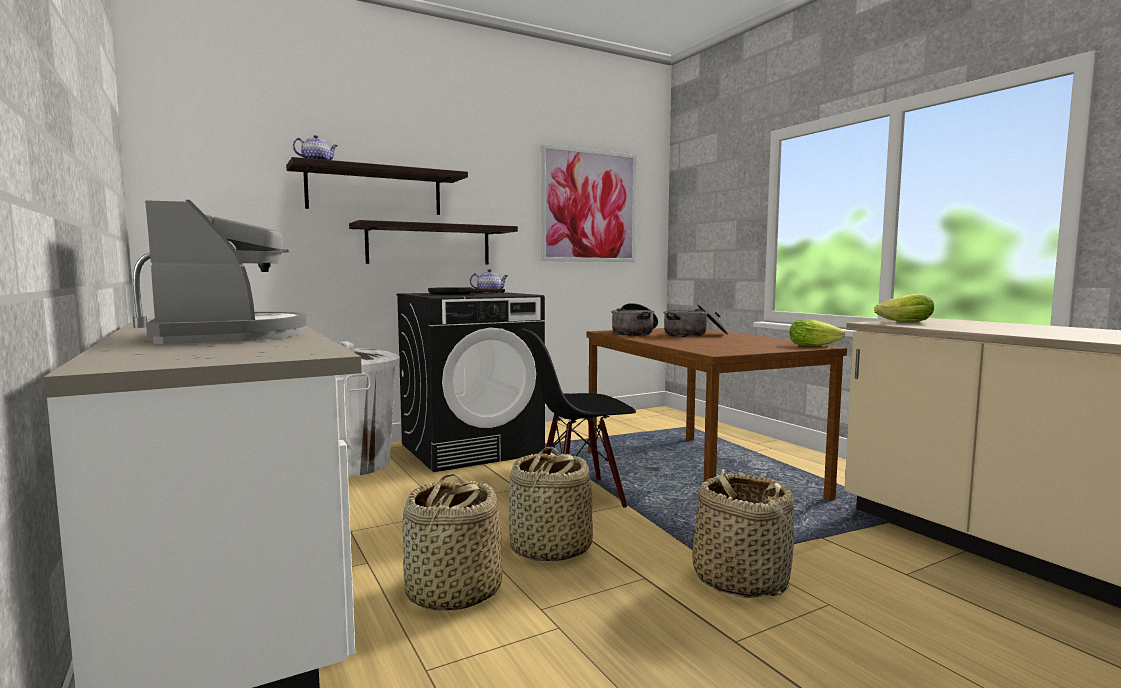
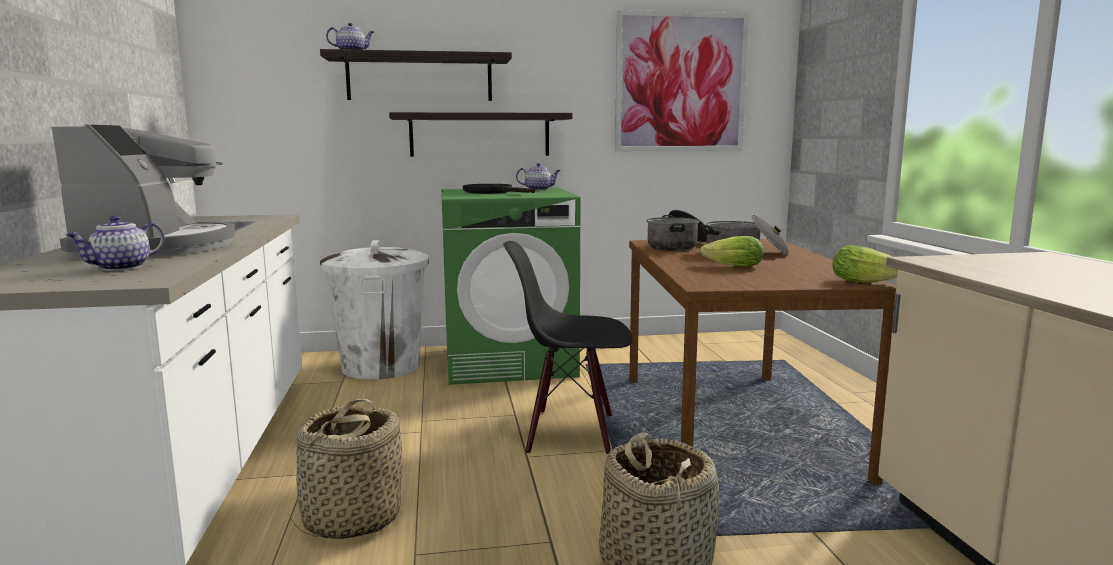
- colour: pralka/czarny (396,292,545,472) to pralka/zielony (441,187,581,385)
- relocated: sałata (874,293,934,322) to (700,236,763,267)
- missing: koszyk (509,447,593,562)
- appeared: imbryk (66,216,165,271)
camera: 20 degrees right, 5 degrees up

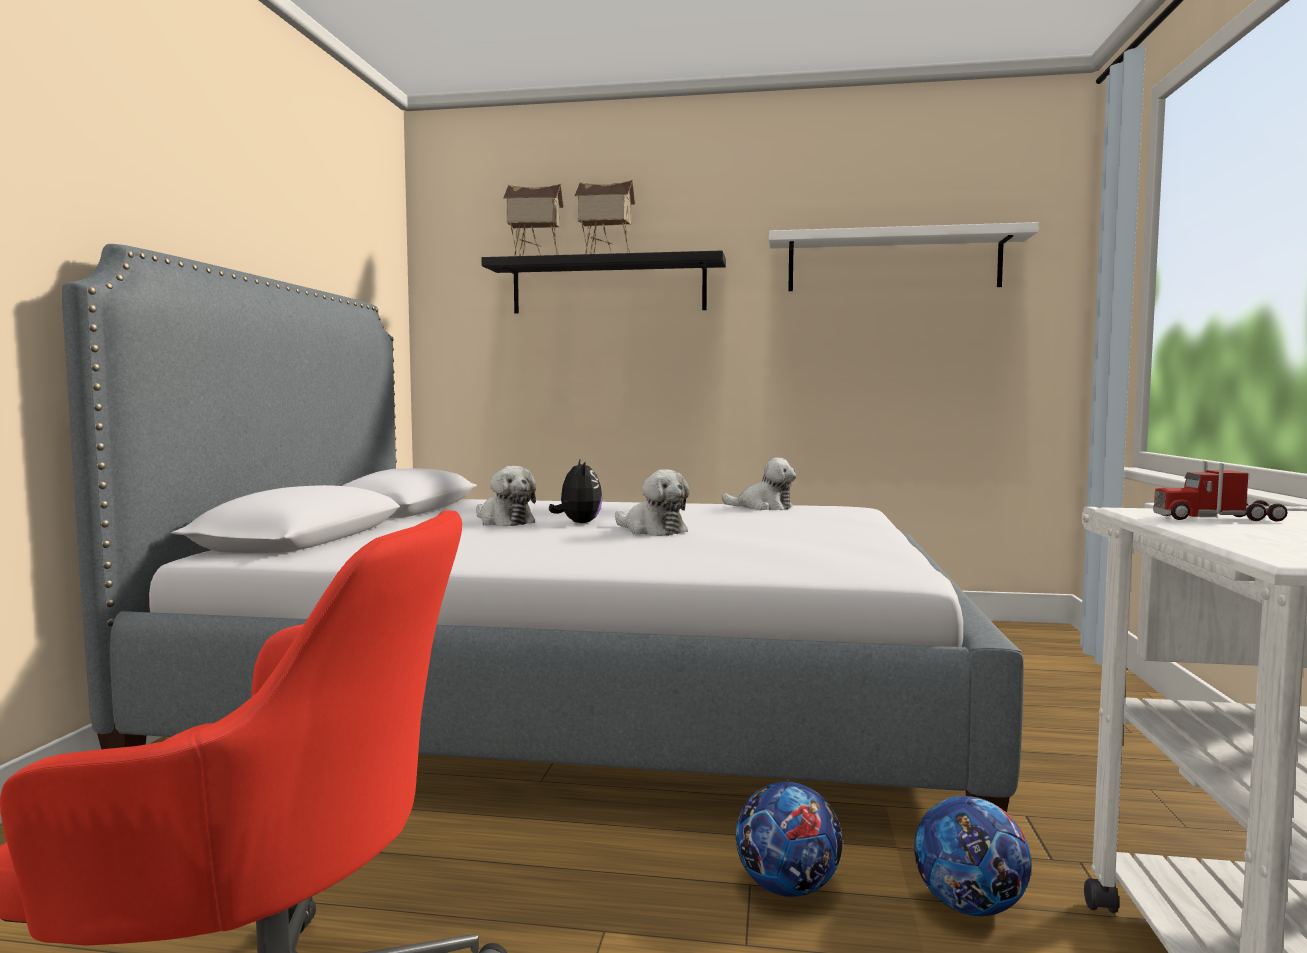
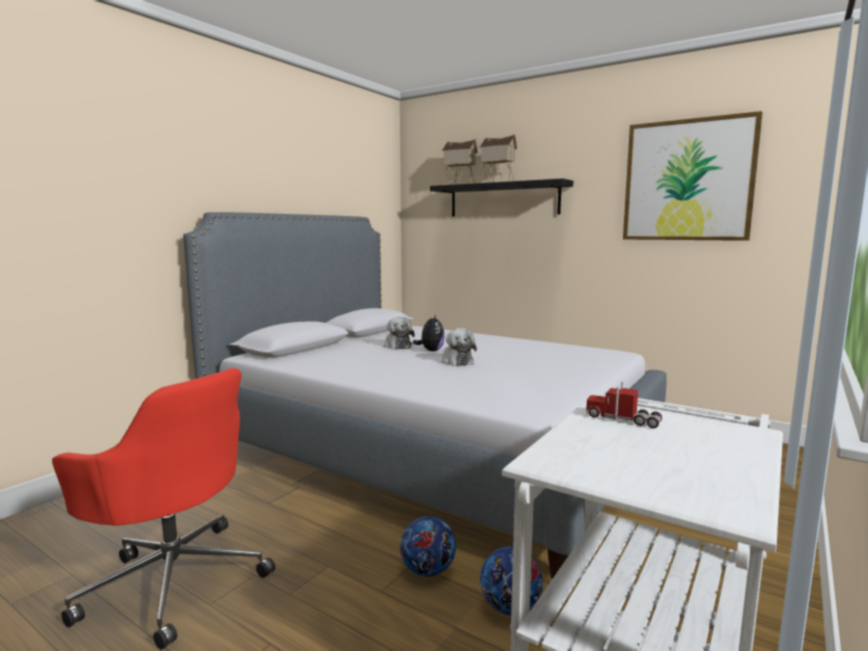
- exchanged: półka/biały (769,222,1039,291) to obraz (623,111,763,241)
- missing: pluszak (722,458,796,510)
camera: 25 degrees right, 5 degrees up

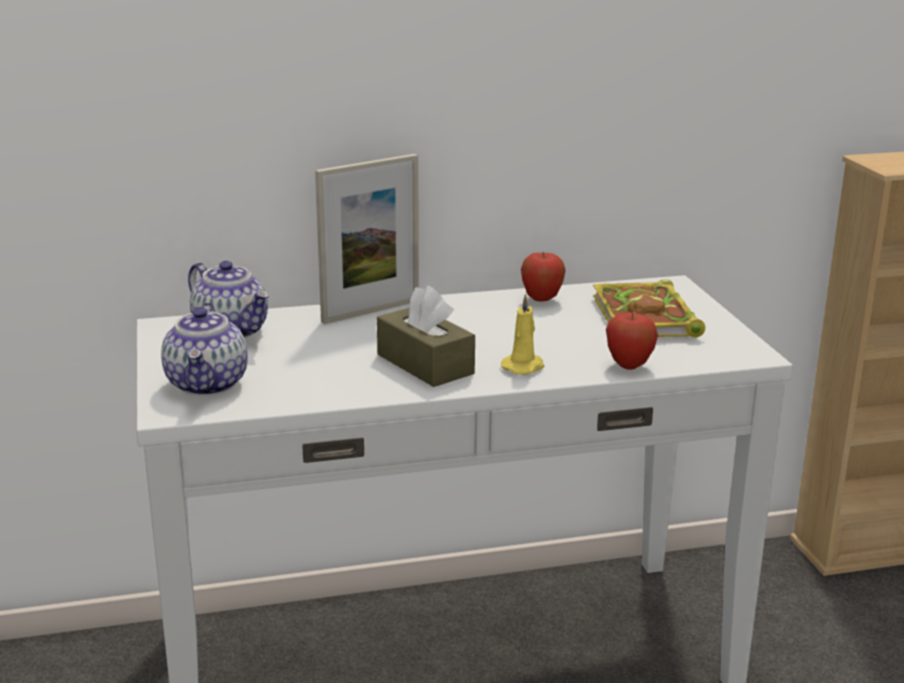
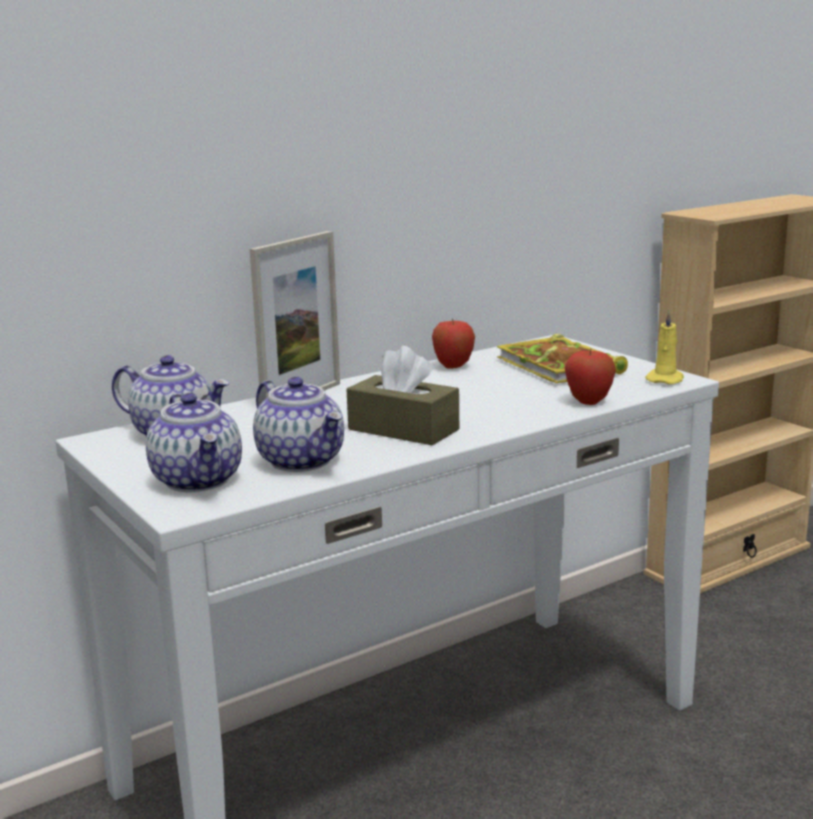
- relocated: świeca/żółty (501,294,544,375) to (645,310,684,384)
- appeared: imbryk (253,377,344,472)
camera: 20 degrees left, 5 degrees down

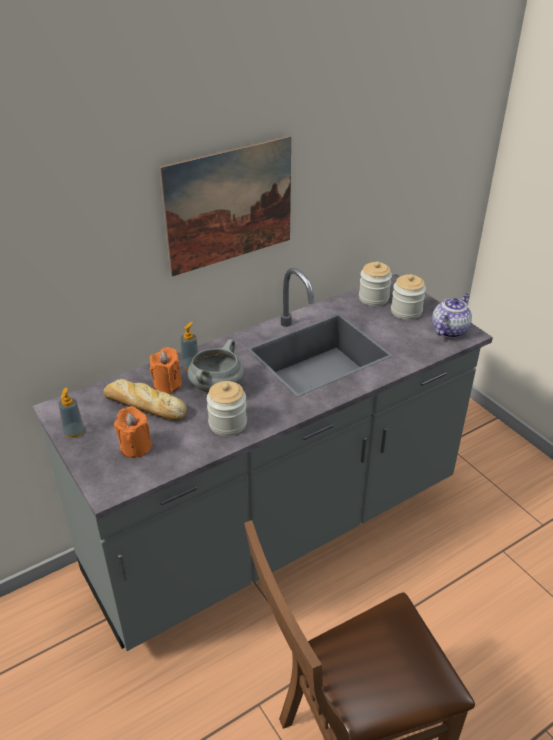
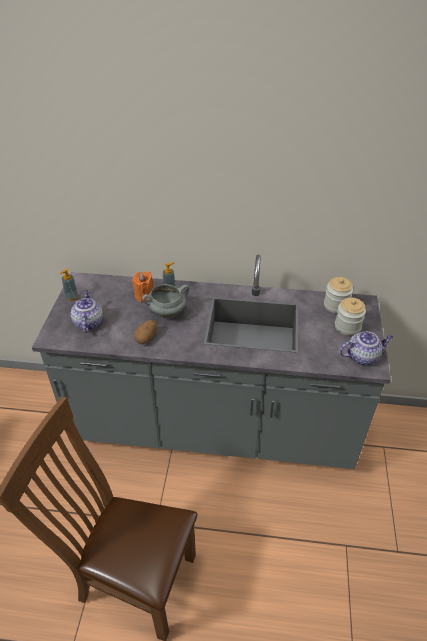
- missing: obraz (159,136,291,277)
- missing: chleb (103,379,187,421)
- exchanged: słoik (207,381,247,436) to ziemniak (134,320,157,345)
- exchanged: świeca/pomarańczowy (114,406,152,458) to imbryk (71,290,103,333)
camera: 40 degrees right, 5 degrees up

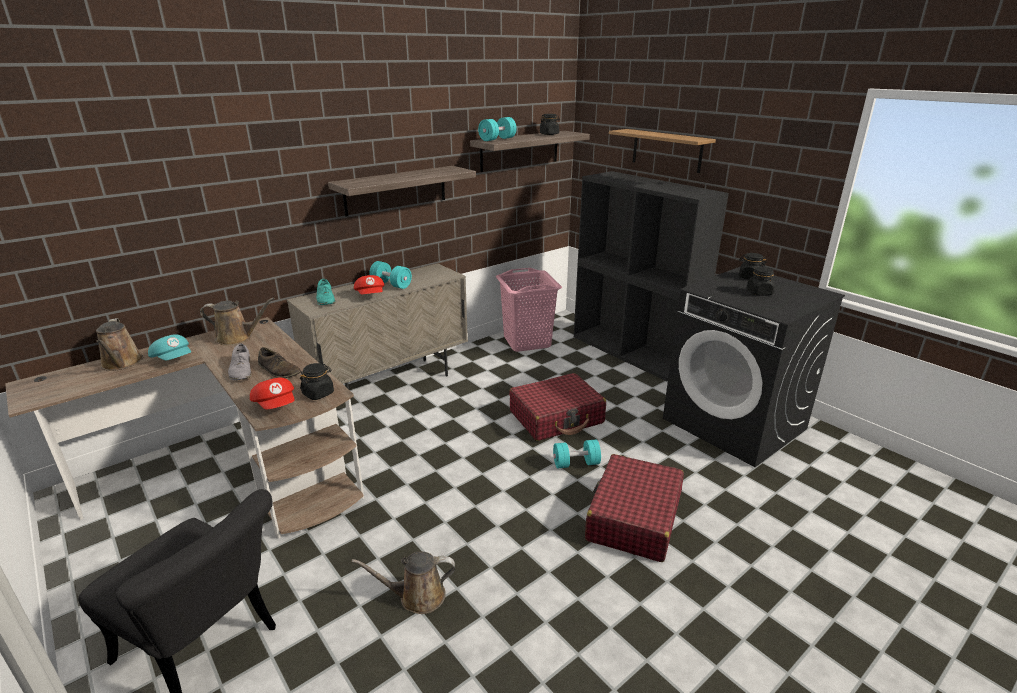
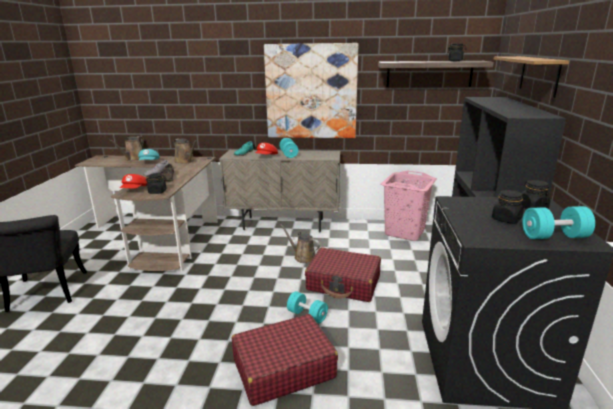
- relocated: hantel/turkusowy (478,117,517,141) to (522,206,595,239)
- exchanged: półka (328,166,476,217) to obraz (264,43,358,138)
- relocated: konewka/brązowy (352,552,455,614) to (280,224,320,263)
camera: 45 degrees right, 5 degrees down

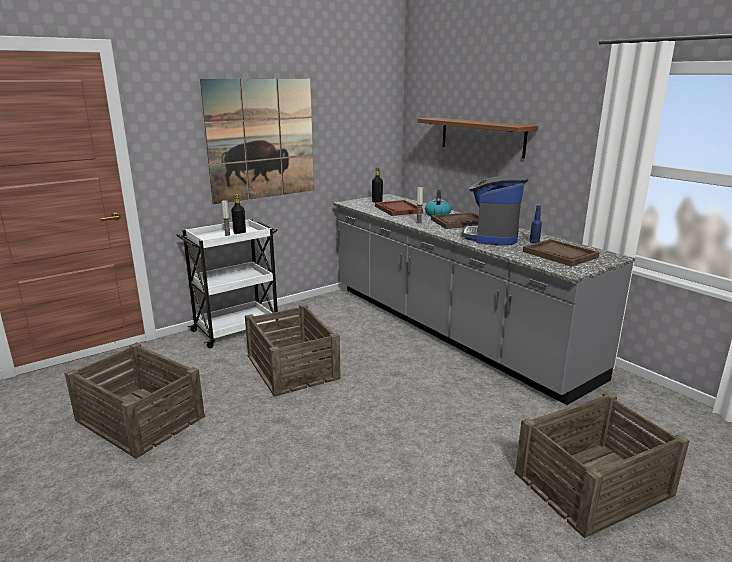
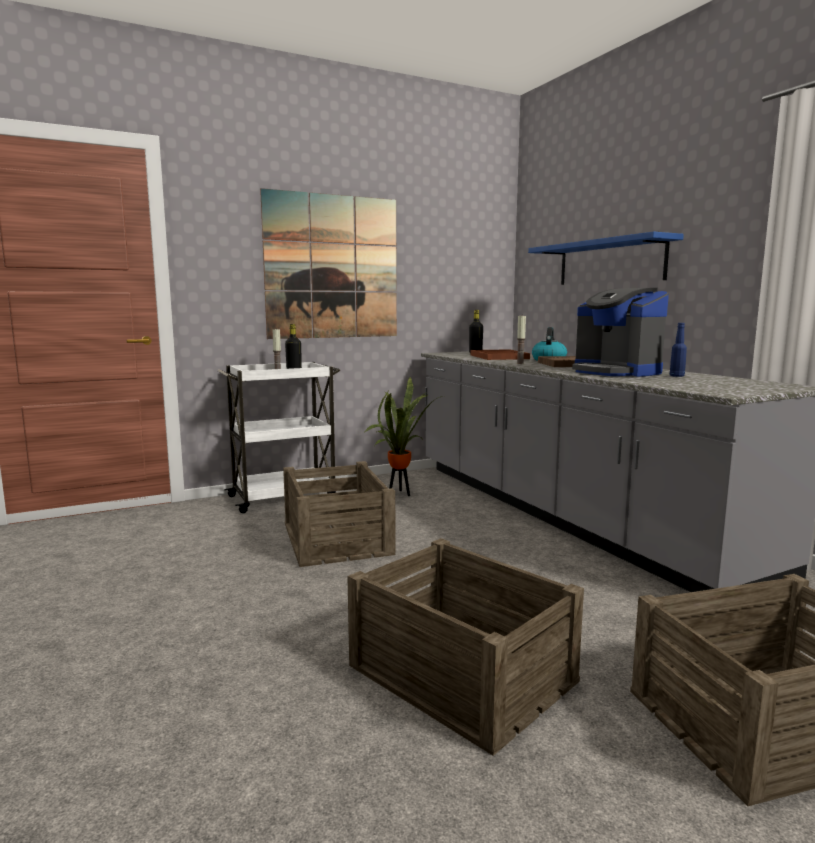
- colour: półka/brązowy (418,117,538,158) to półka/niebieski (528,232,684,285)
- spun: ekspres do kawy (462,175,528,245) = (572,288,669,377) 60 degrees counterclockwise
- missing: taca/brązowy (523,239,600,267)
- relocated: skrzynka (64,342,205,459) to (347,538,584,756)
- appeared: roślina doniczkowa (365,378,443,496)
camera: 10 degrees right, 10 degrees down

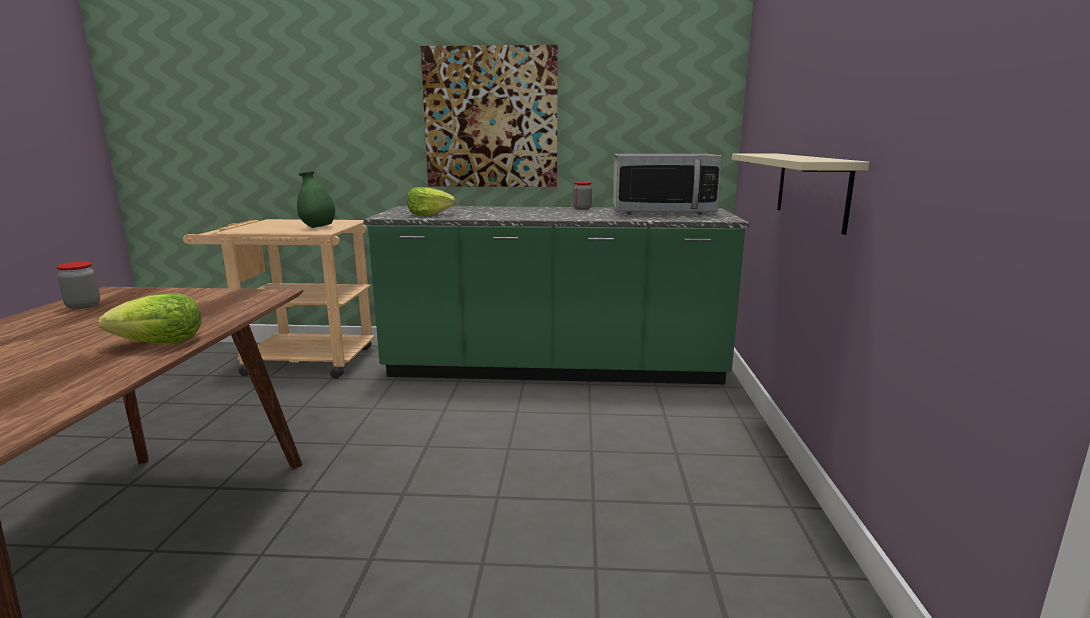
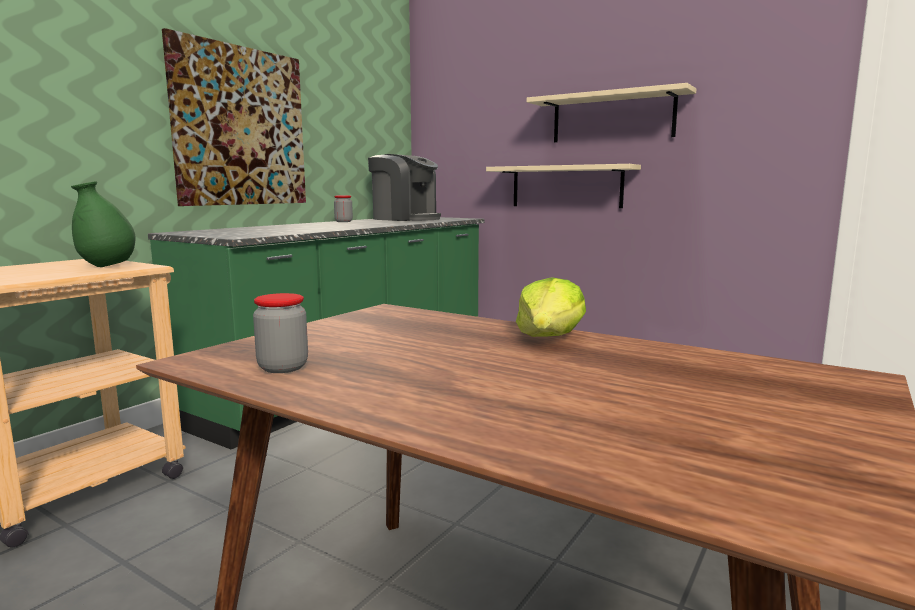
- exchanged: mikrofalówka (613,154,722,215) to ekspres do kawy (368,154,441,221)
- missing: sałata (407,187,455,216)
- appeared: półka/beżowy (526,83,696,143)
camera: 60 degrees left, 5 degrees down

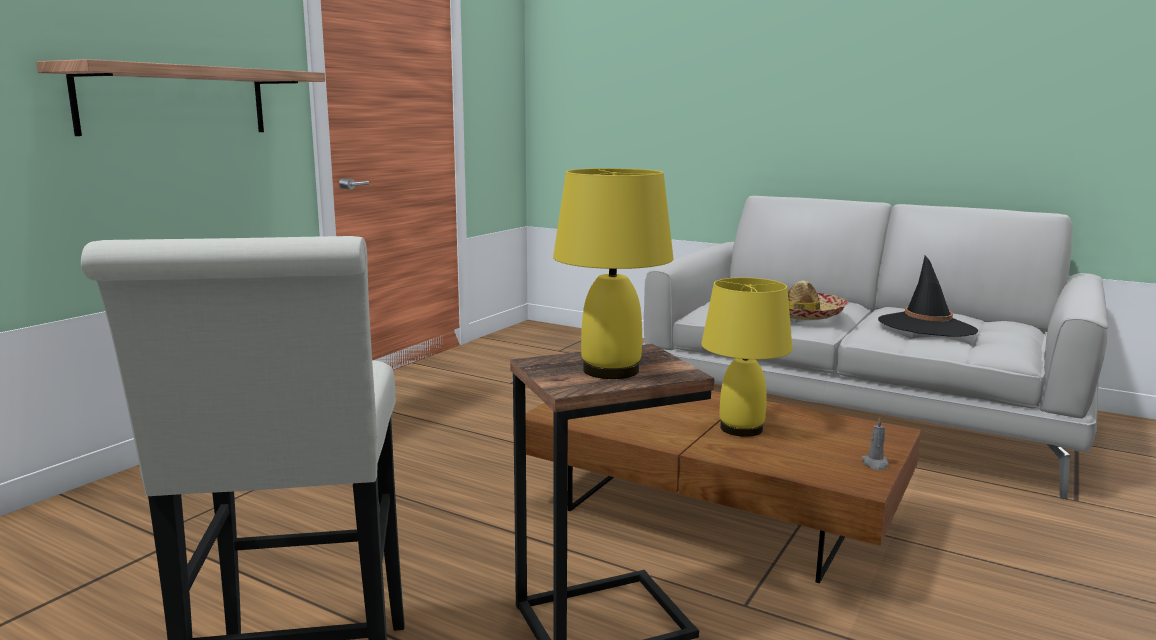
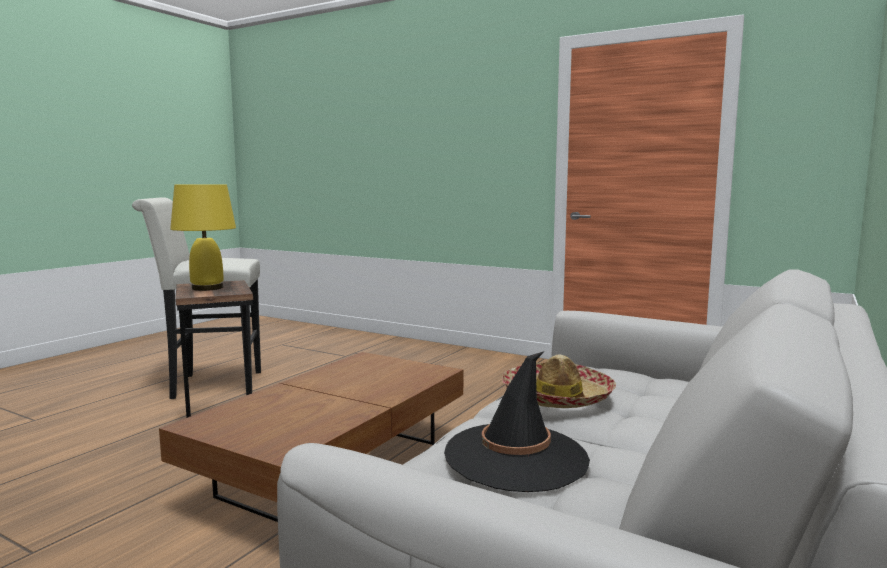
- missing: półka (36,59,325,136)
- missing: lampa stołowa/żółty (701,277,793,437)
- missing: świeca/szary (861,417,889,470)
camera: 90 degrees right, 5 degrees down

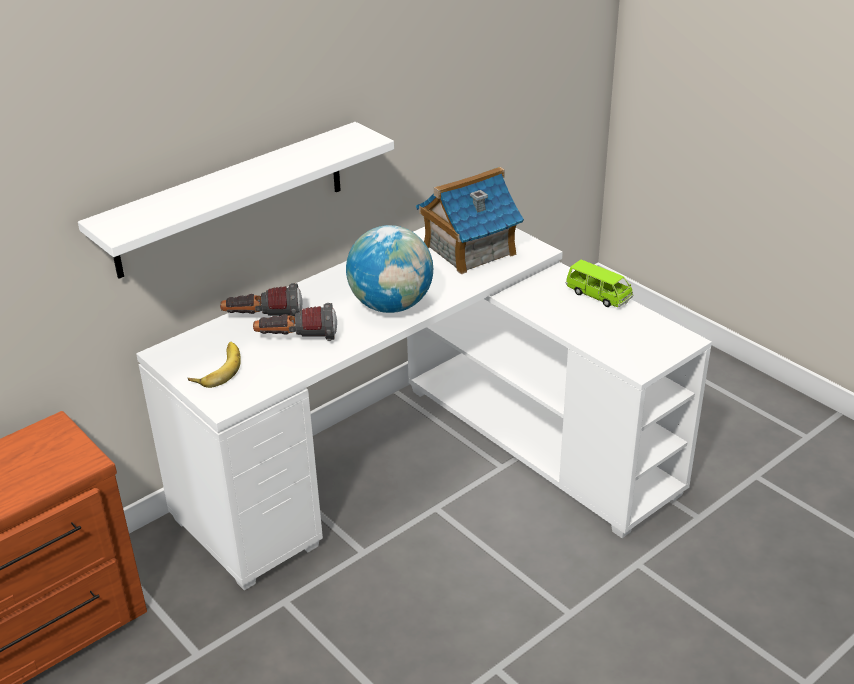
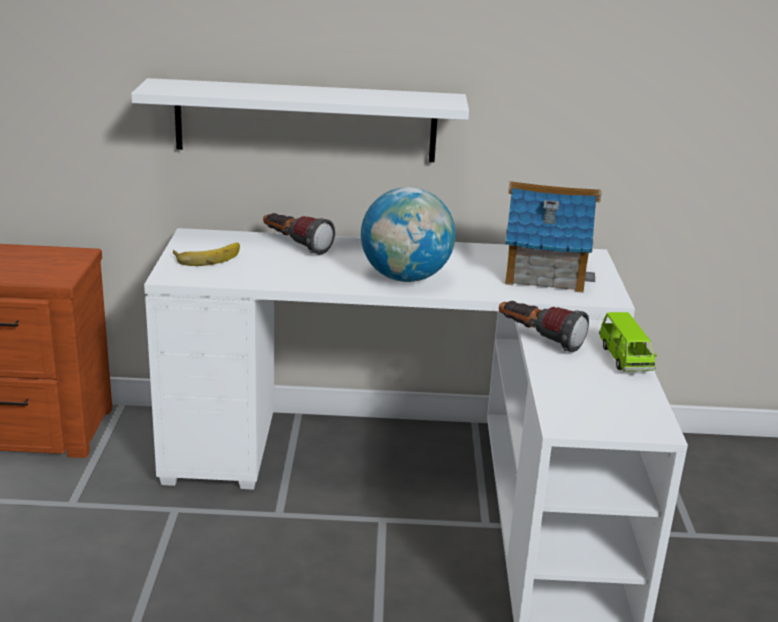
- relocated: latarka (253,303,337,341) to (499,301,589,352)
camera: 40 degrees right, 10 degrees down

